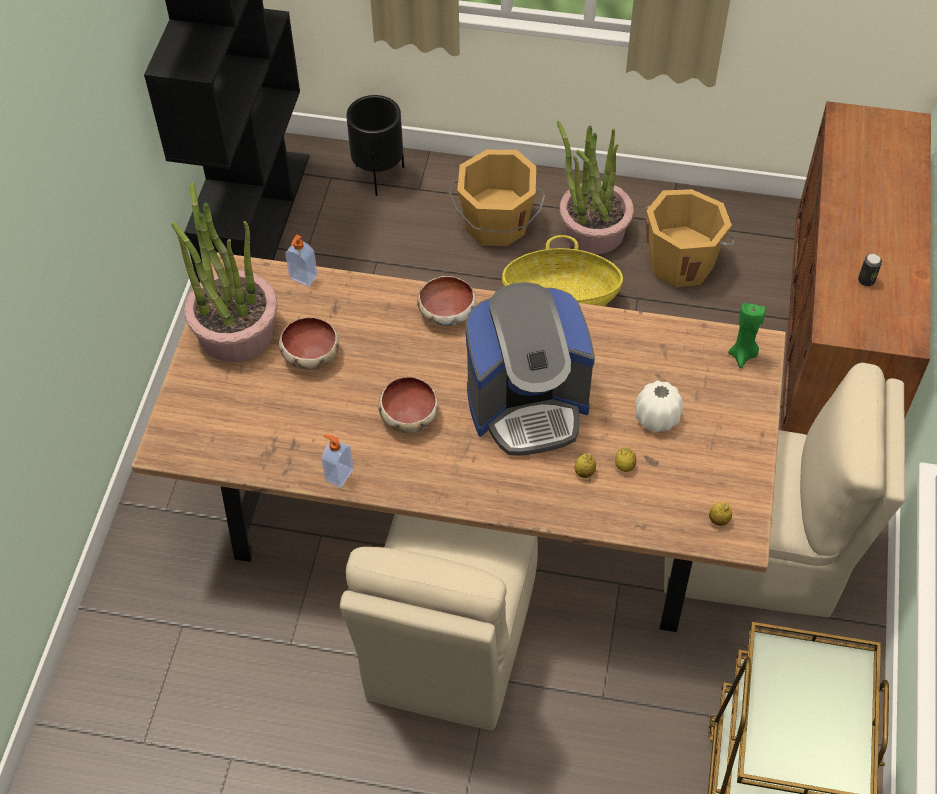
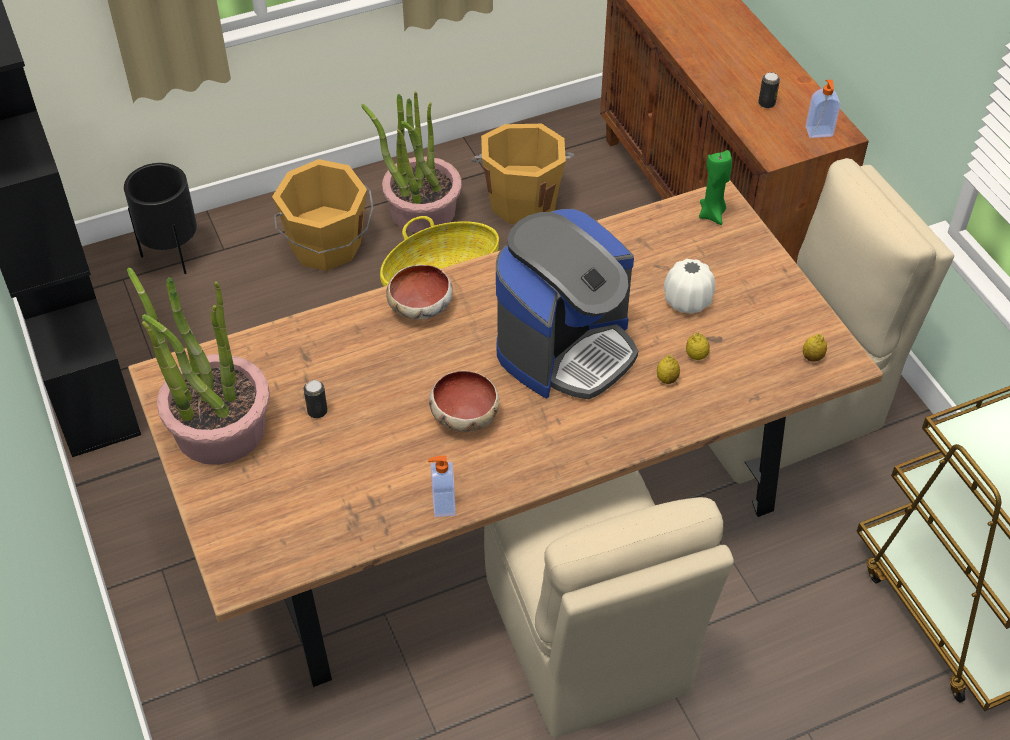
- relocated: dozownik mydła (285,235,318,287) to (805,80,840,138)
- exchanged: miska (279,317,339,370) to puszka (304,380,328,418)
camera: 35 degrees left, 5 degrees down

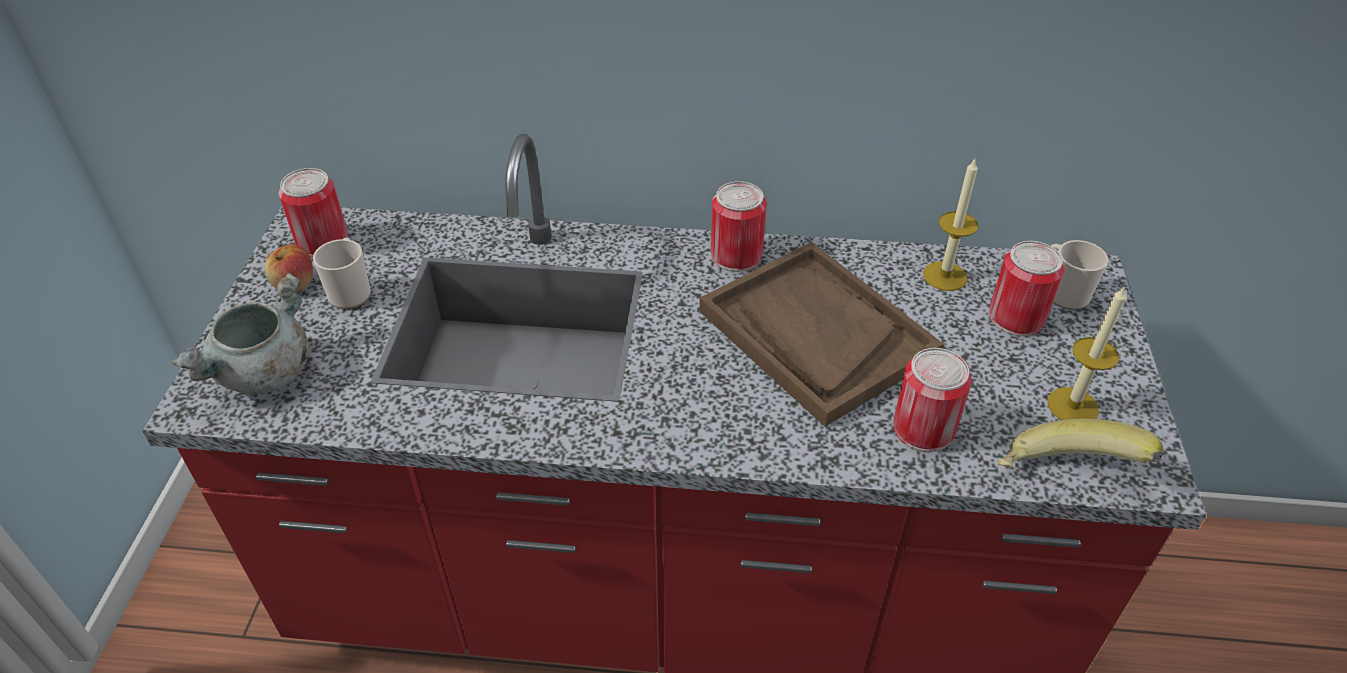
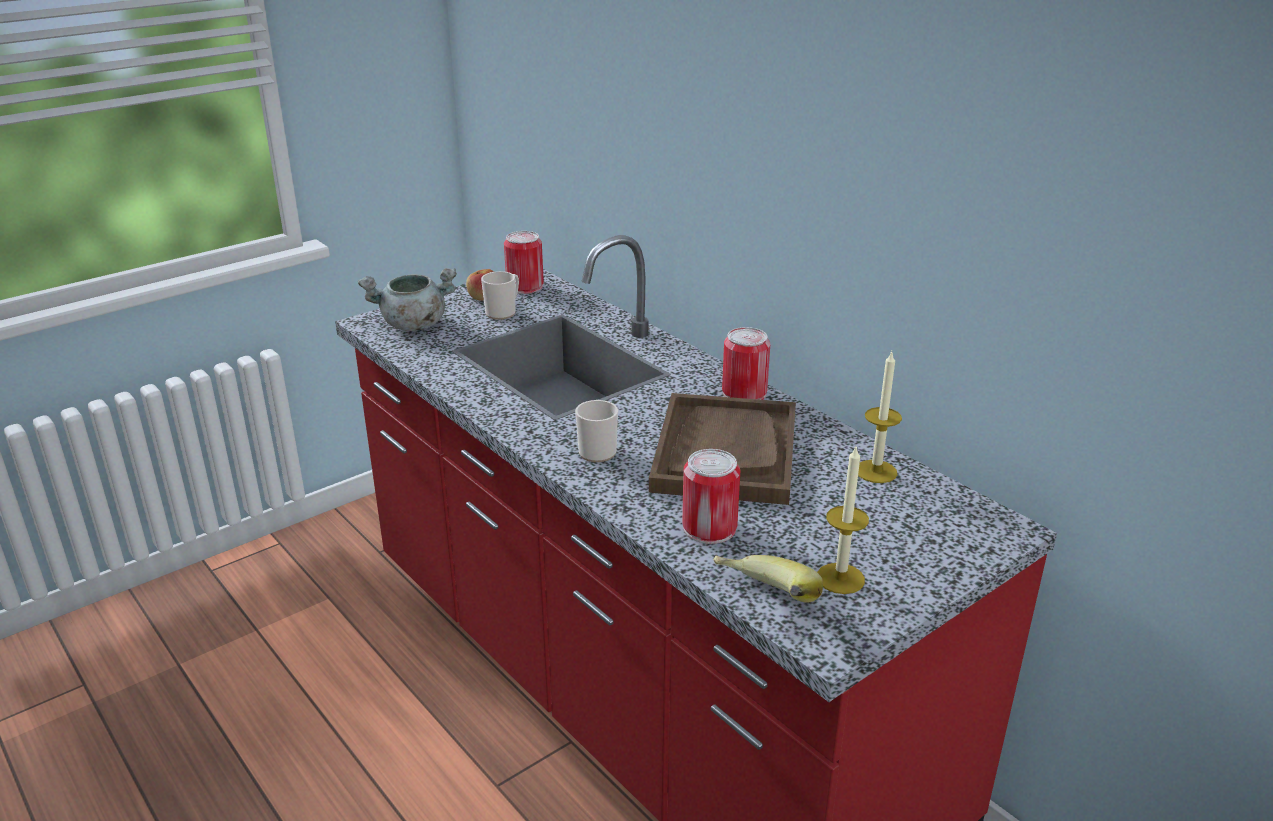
- relocated: kubek (1051,240,1108,310) to (575,400,618,462)
- missing: puszka (989,241,1064,336)
camera: 45 degrees right, 15 degrees down

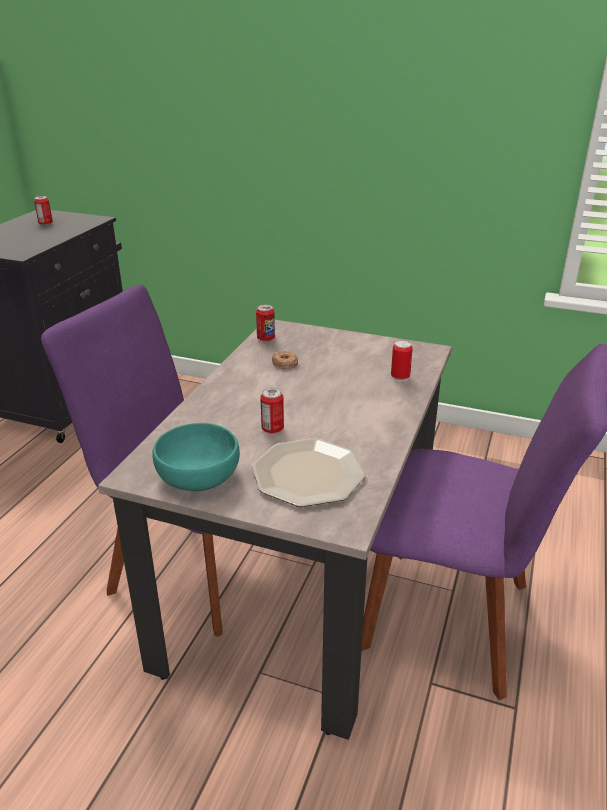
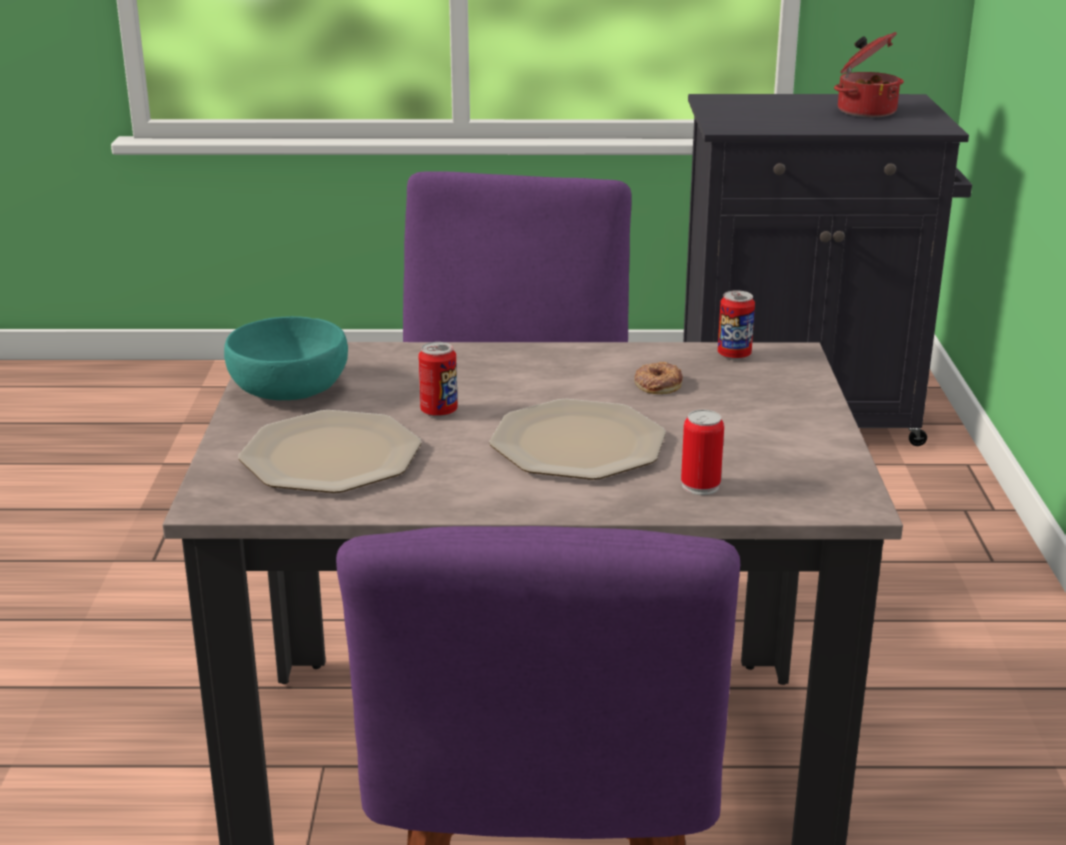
- exchanged: puszka (34,196,53,225) to garnek (834,32,904,117)
- appeared: talerz (489,399,666,480)
camera: 70 degrees right, 5 degrees down

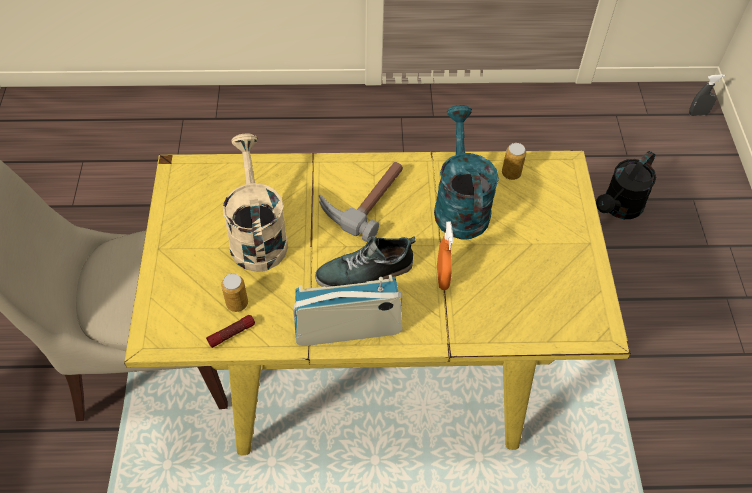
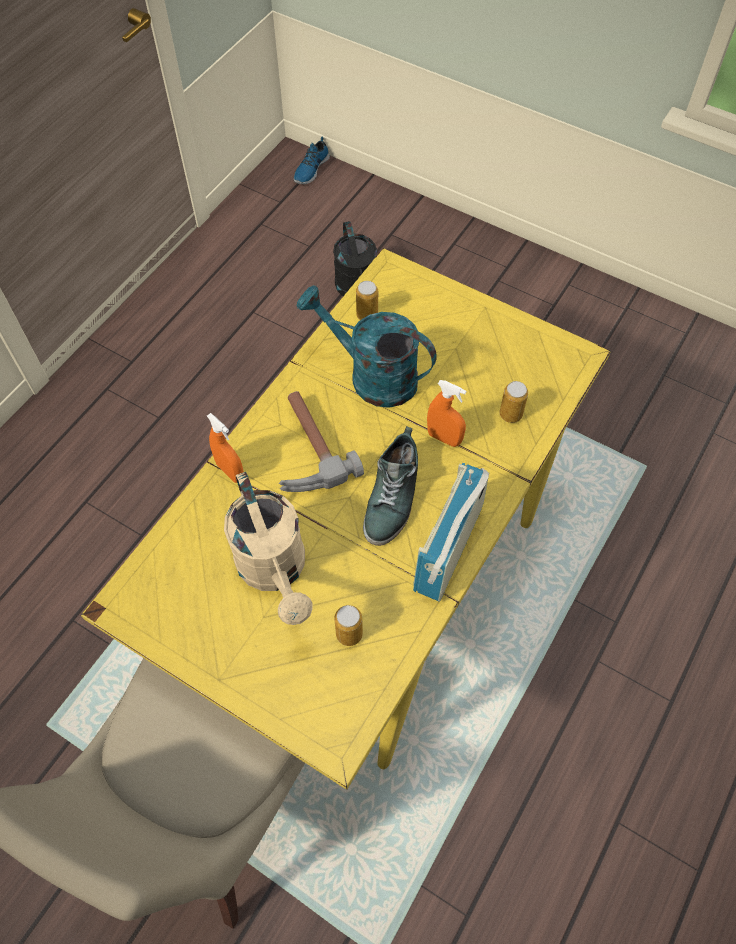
- exchanged: spryskiwacz/szary (689,74,725,116) to but (294,136,330,184)
- spun: konewka/beżowy (223,133,288,272) = (224,472,313,625) 135 degrees counterclockwise
- missing: latarka (206,315,255,348)
- appeared: puszka (500,381,528,423)
- appeared: spryskiwacz/pomarańczowy (207,413,244,483)
camera: 55 degrees left, 5 degrees up

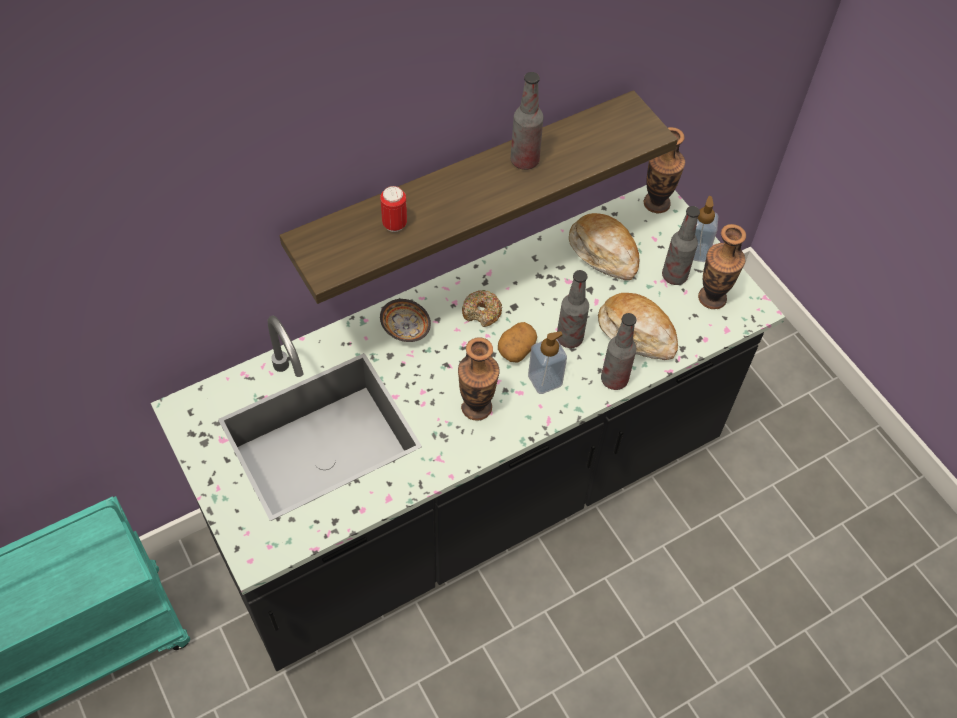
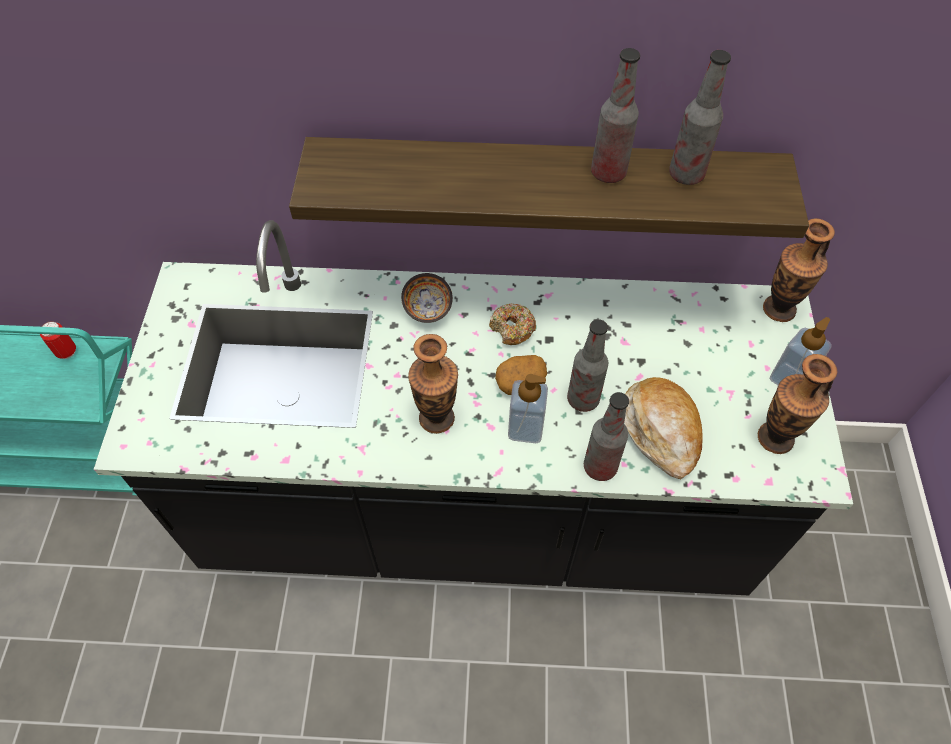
- relocated: puszka (380,186,407,232) to (40,321,76,359)
- relocated: butelka (662,206,700,285) to (669,50,731,185)
- missing: chleb (569,213,640,280)
camera: 35 degrees right, 0 degrees up

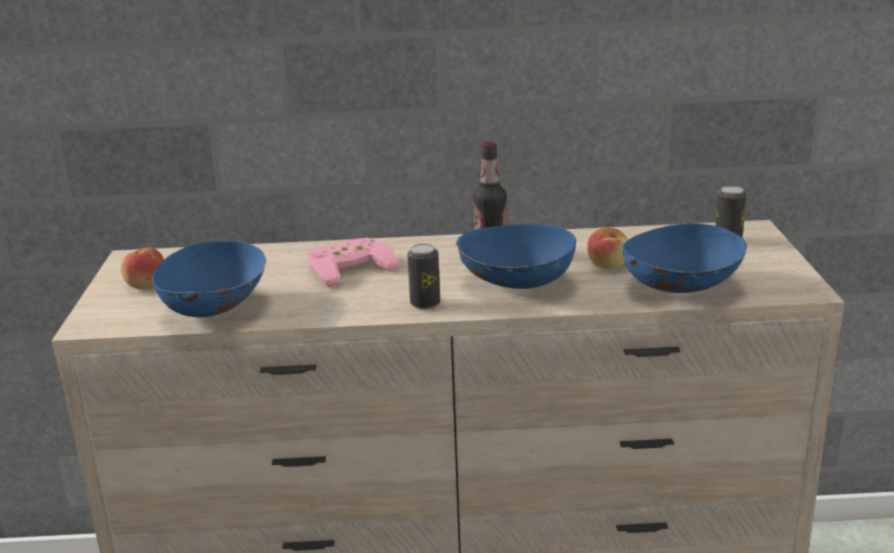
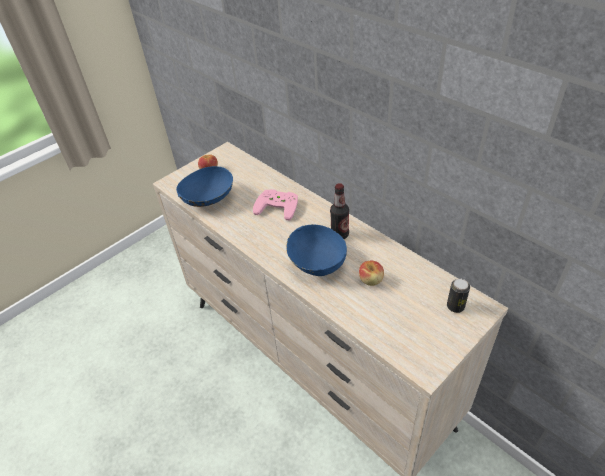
- missing: miska/niebieski (623,223,747,293)
- missing: puszka (407,244,440,309)
camera: 50 degrees right, 20 degrees up

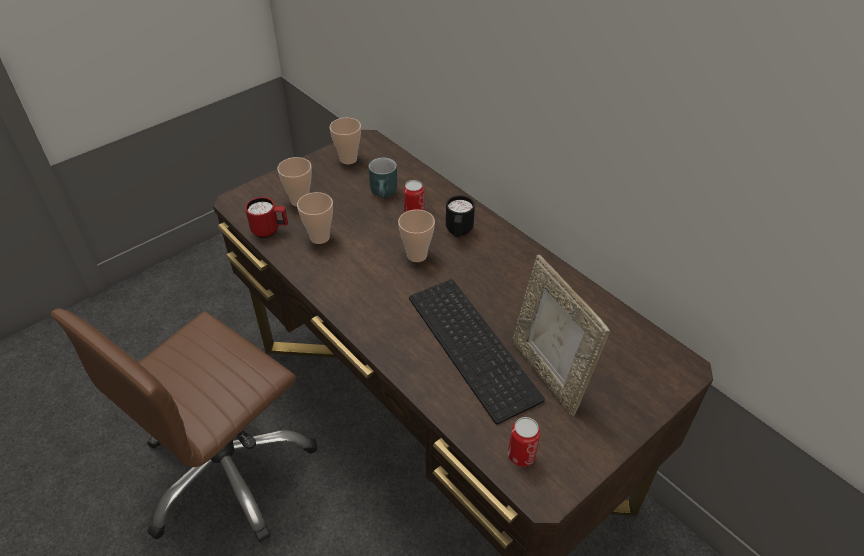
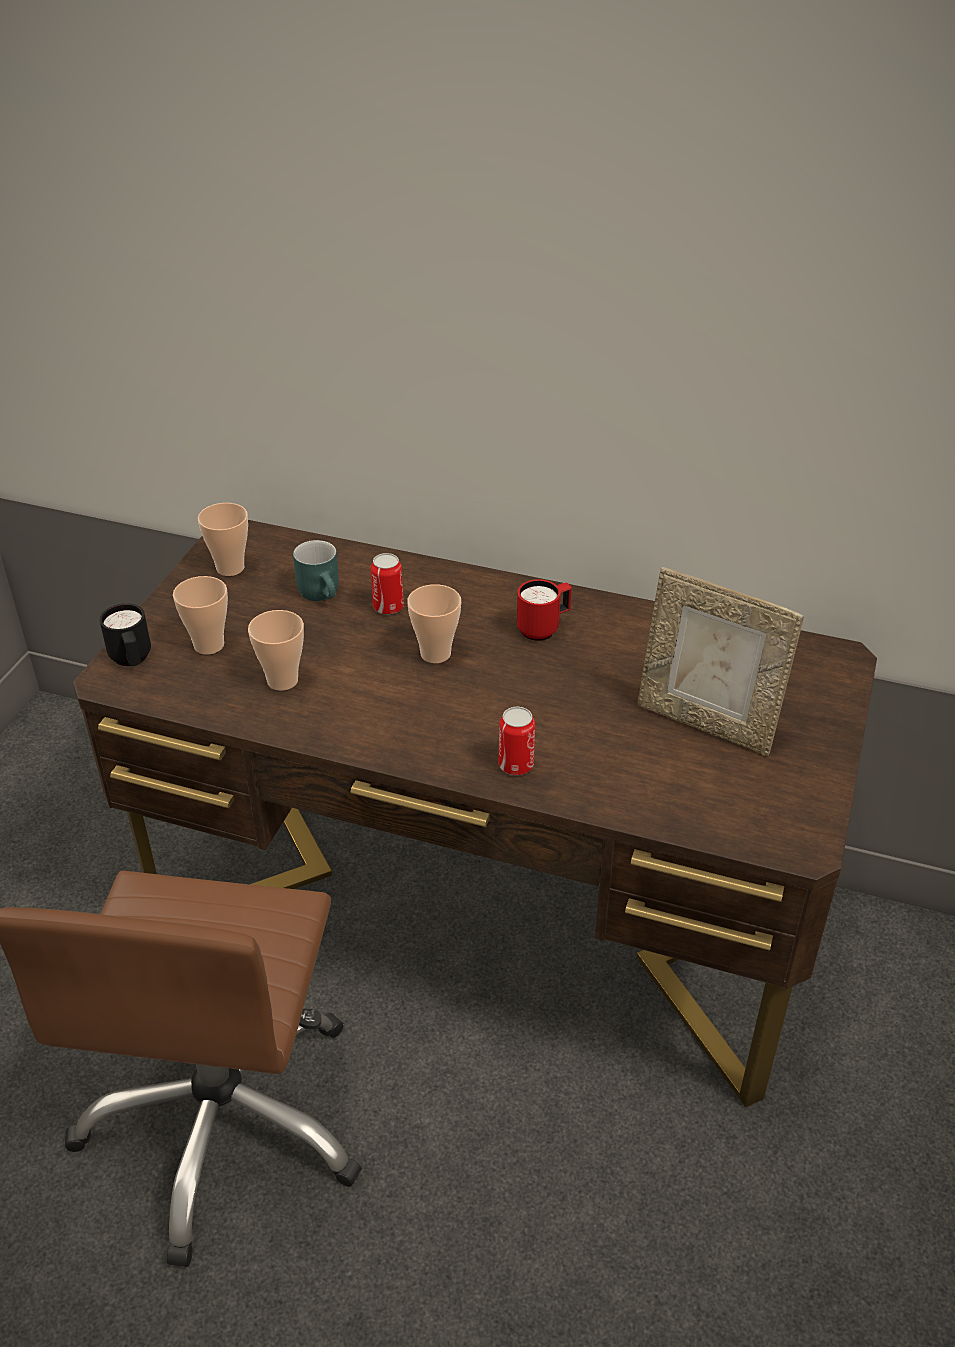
- relocated: kubek/czarny (446,195,475,238) to (99,603,151,666)
- relocated: kubek/czerwony (245,197,288,238) to (517,579,572,641)
- missing: klawiatura (409,279,545,425)
- relocated: puszka (508,417,540,467) to (498,707,535,775)
camera: 30 degrees left, 5 degrees down

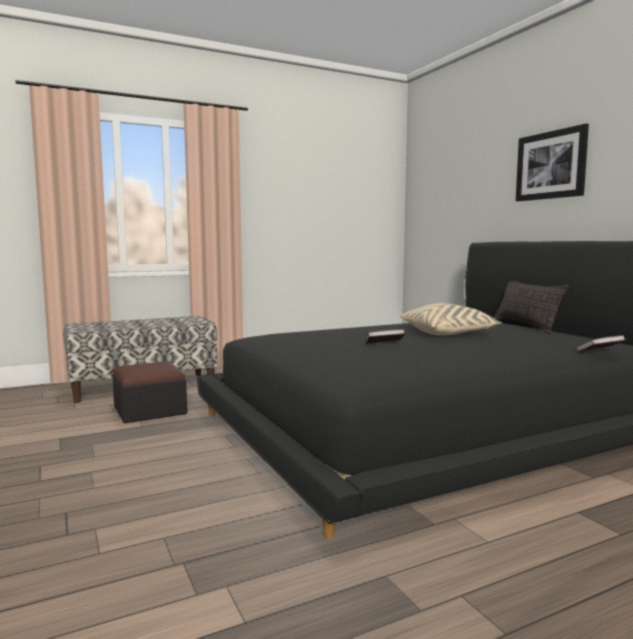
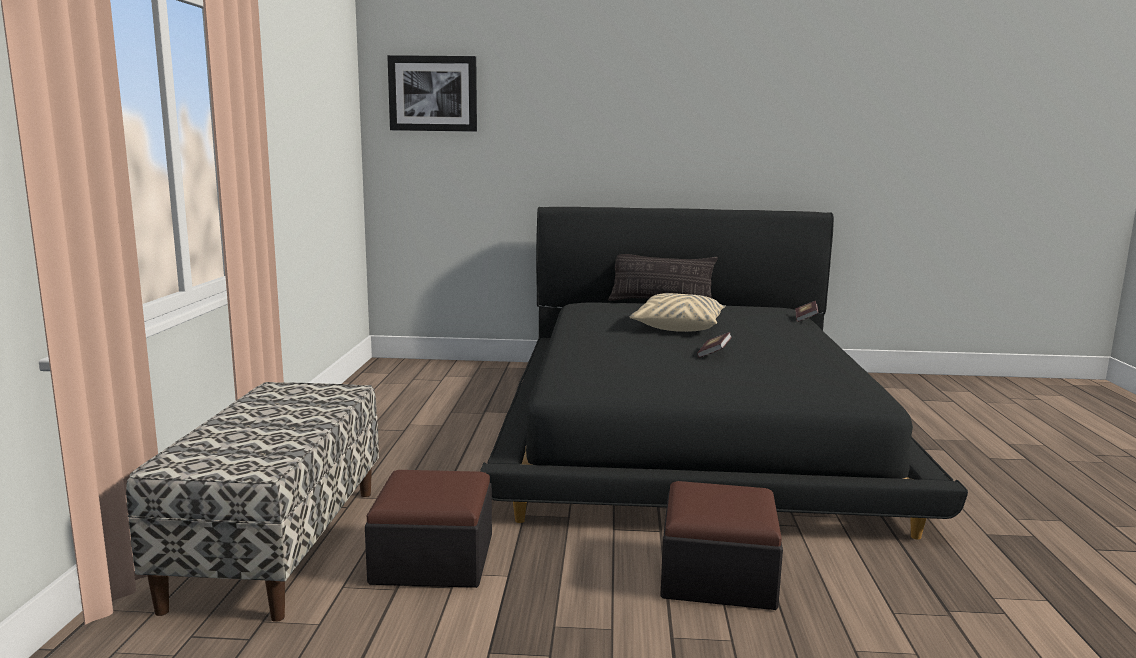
- relocated: obraz (516,124,589,201) to (387,55,477,132)
- appeared: pufa (660,481,783,610)
camera: 60 degrees left, 5 degrees up

